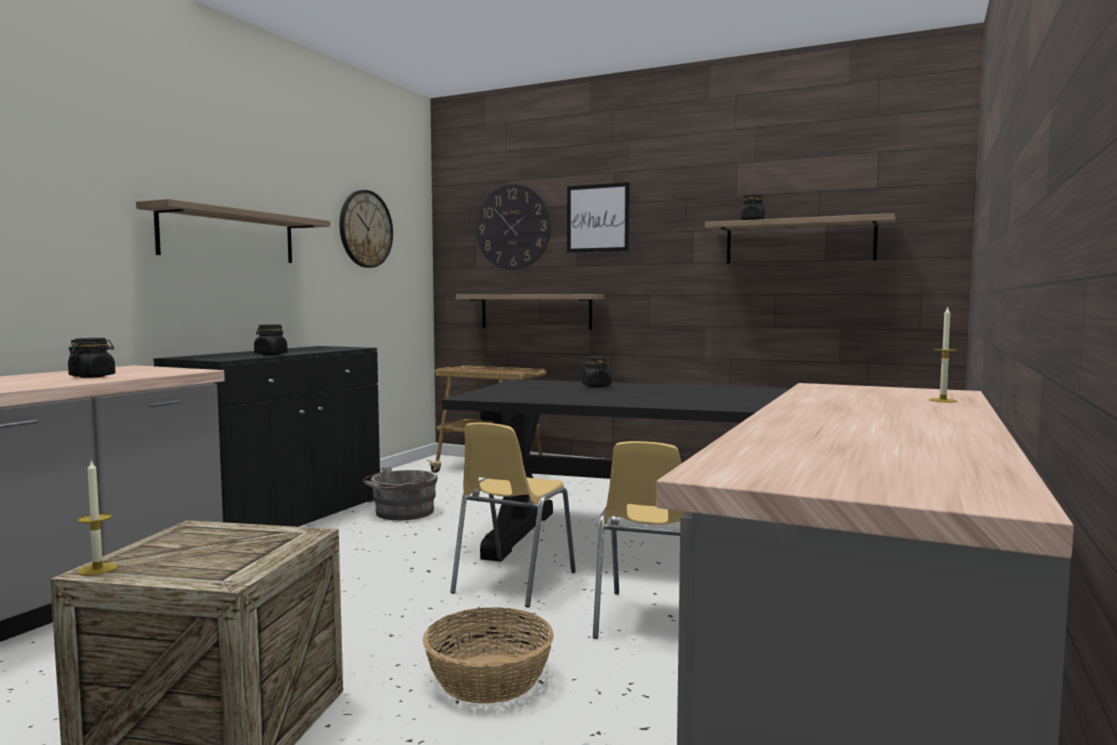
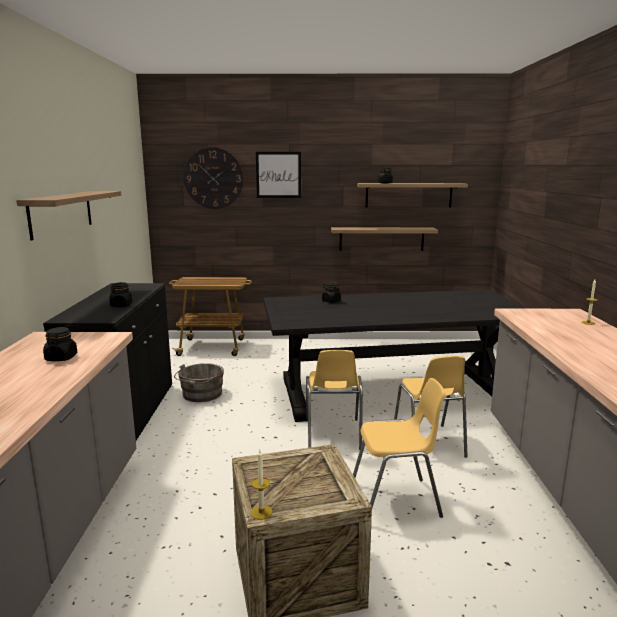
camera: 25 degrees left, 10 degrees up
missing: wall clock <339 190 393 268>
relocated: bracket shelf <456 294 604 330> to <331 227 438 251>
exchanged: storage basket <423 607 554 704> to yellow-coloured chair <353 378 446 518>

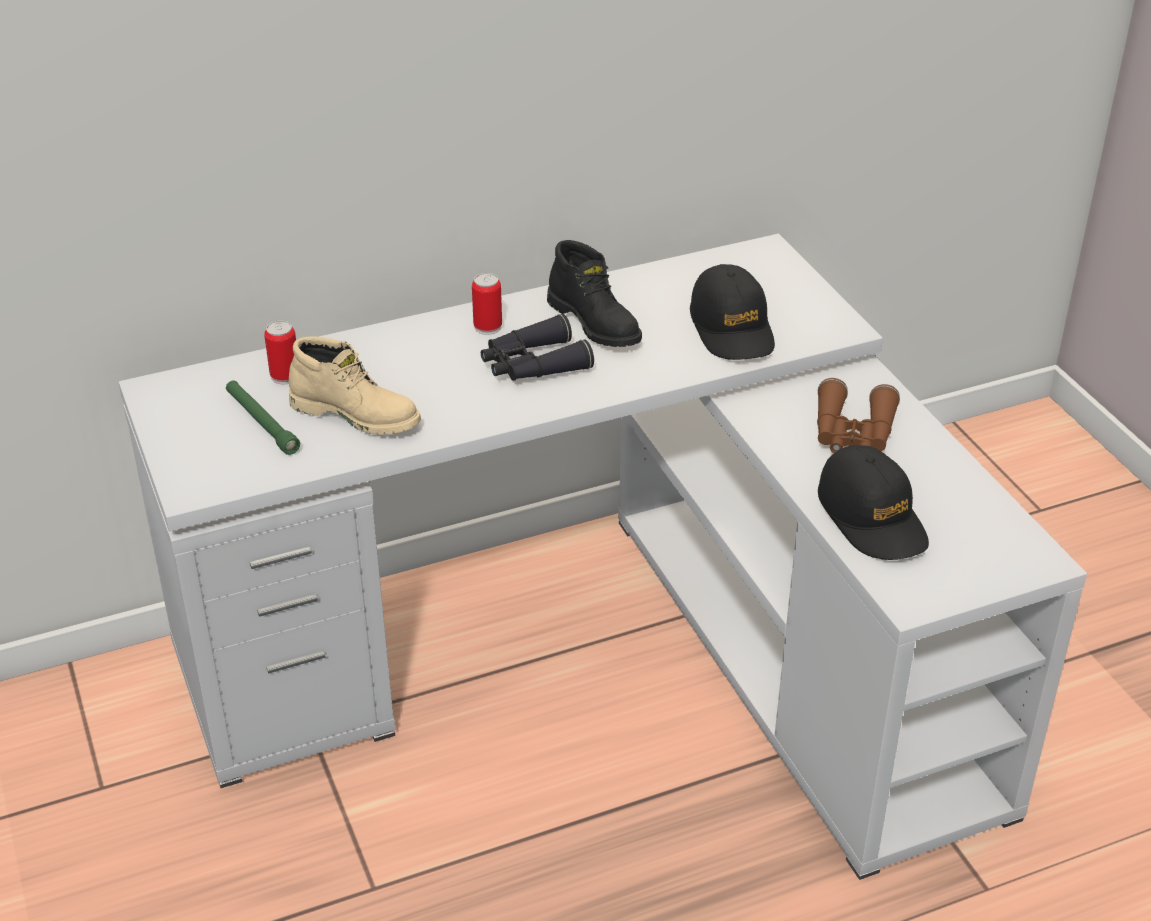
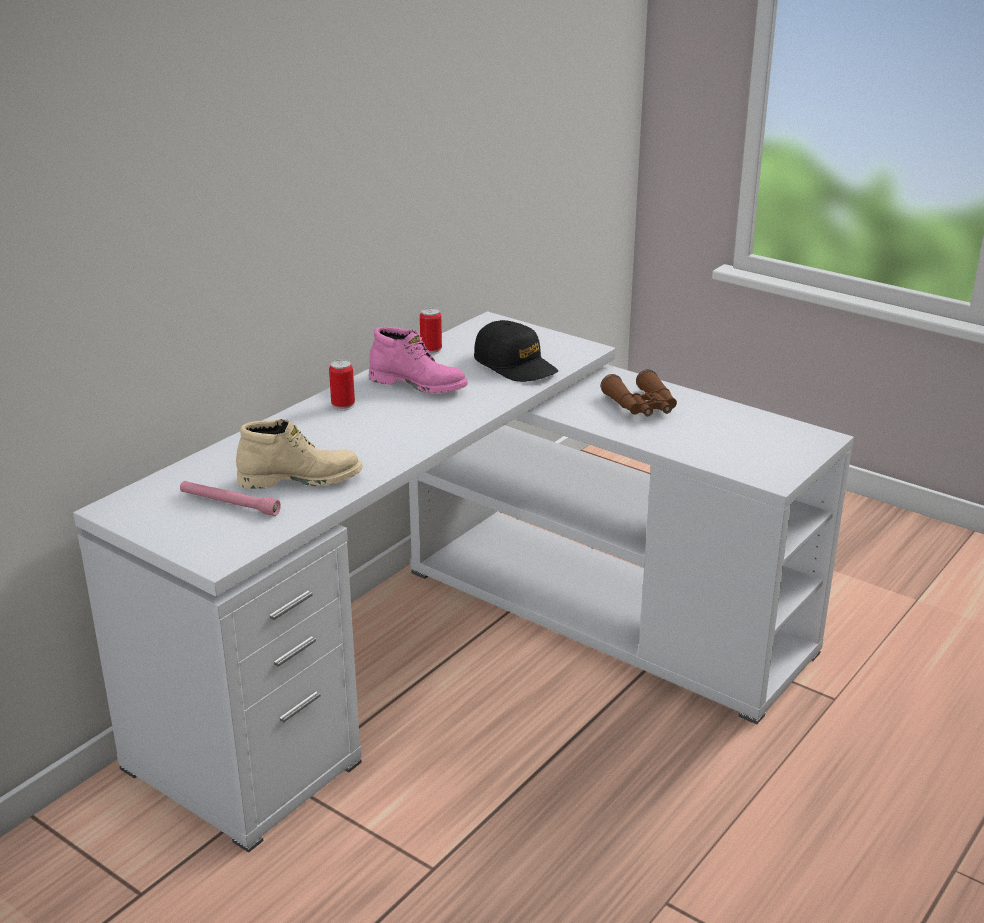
camera: 30 degrees left, 10 degrees down
missing: blackish pair of binoculars <481 314 594 381>; blackish baseball cap <818 445 929 560>
relocated: can <264 321 296 384> to <420 308 442 354>
colour: green-coloured torch <226 381 300 455> to pinkish torch <180 481 281 516>; blackish boot <547 240 642 347> to pinkish boot <369 327 468 393>

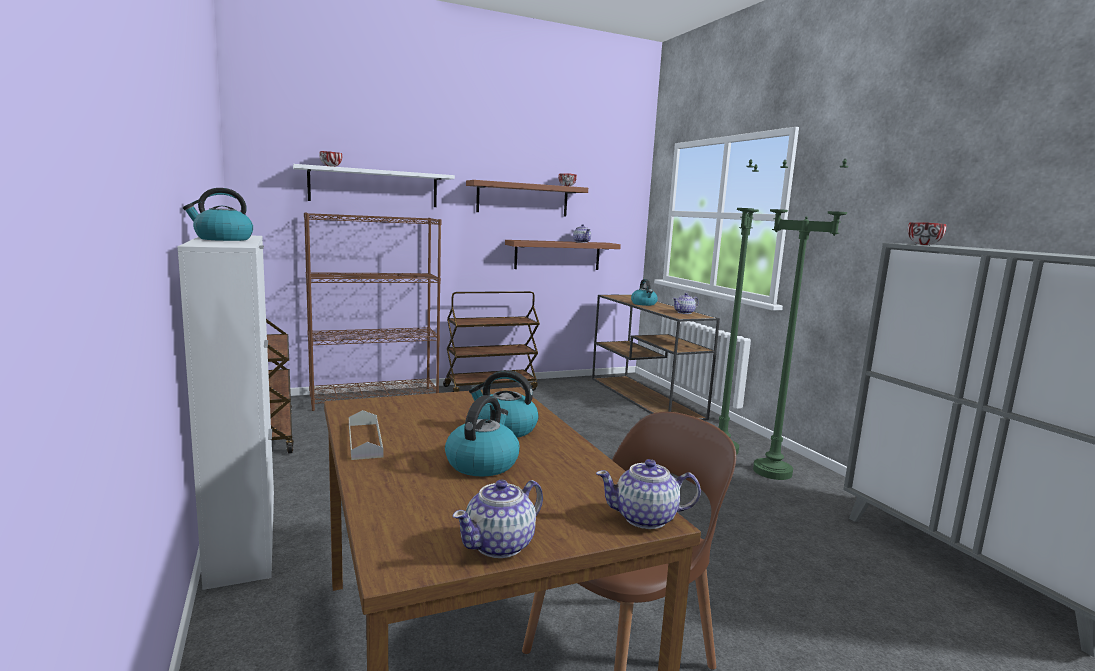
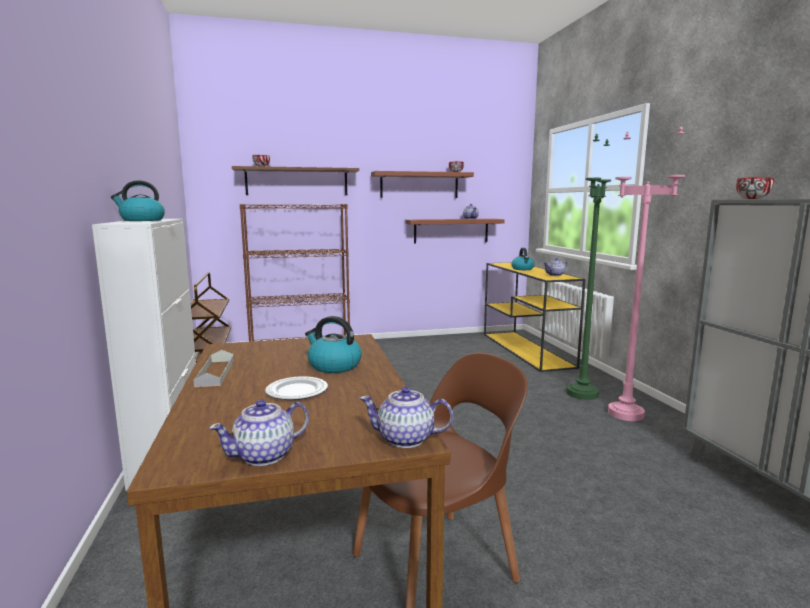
camera: 10 degrees right, 0 degrees up
missing: brownish trolley <443 291 540 392>
exchanged: tea kettle <445 395 520 476> to dinner plate <265 376 328 400>
colour: white-coloured bracket shelf <293 164 455 207> to brownish bracket shelf <232 166 359 195>; brownish narrow table <592 294 720 420> to yellow-coloured narrow table <484 262 585 372>; green-coloured standard lamp <753 159 848 480> to pinkish standard lamp <608 125 685 421>

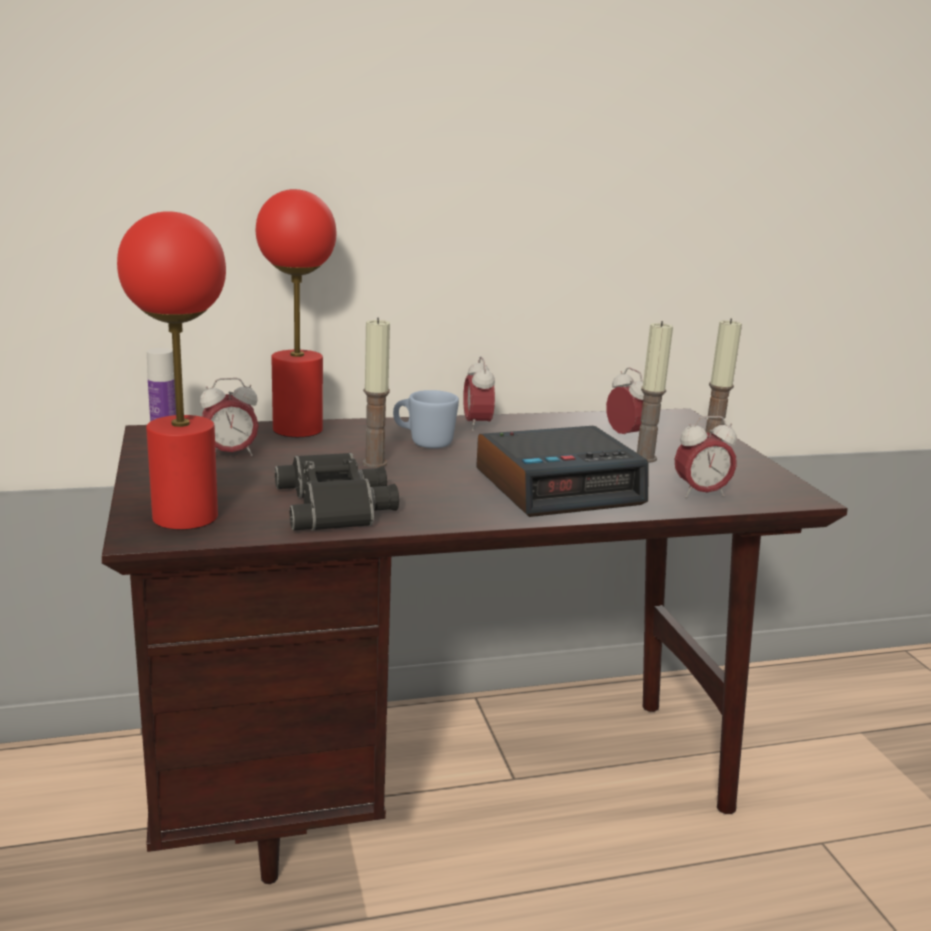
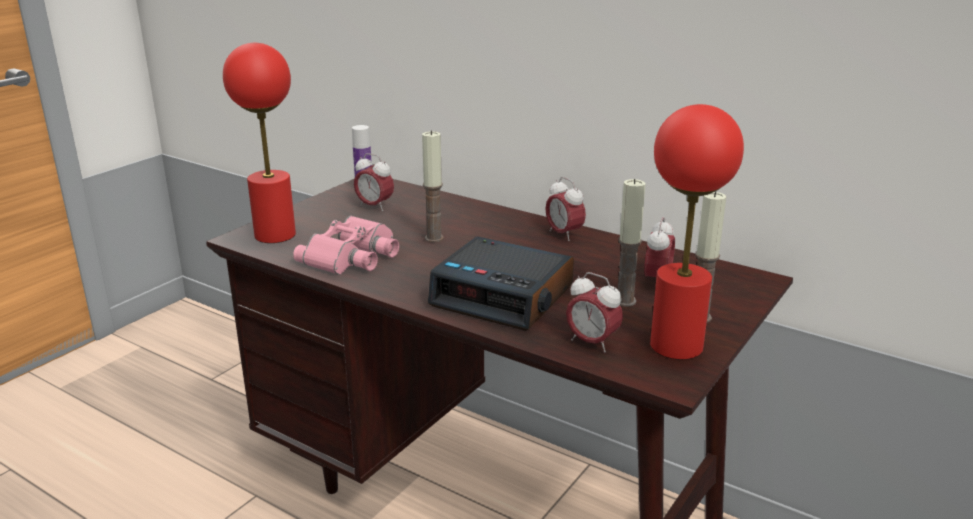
camera: 50 degrees right, 5 degrees up
missing: bluish tea mug <393 390 459 448>
relocated: red-coloured lamp for a table <256 189 336 437> to <650 104 744 360>
colour: blackish pair of binoculars <275 453 399 531> to pinkish pair of binoculars <293 216 399 275>
spun: bedside clock <463 356 495 431> = <545 177 586 241> 75 degrees counterclockwise

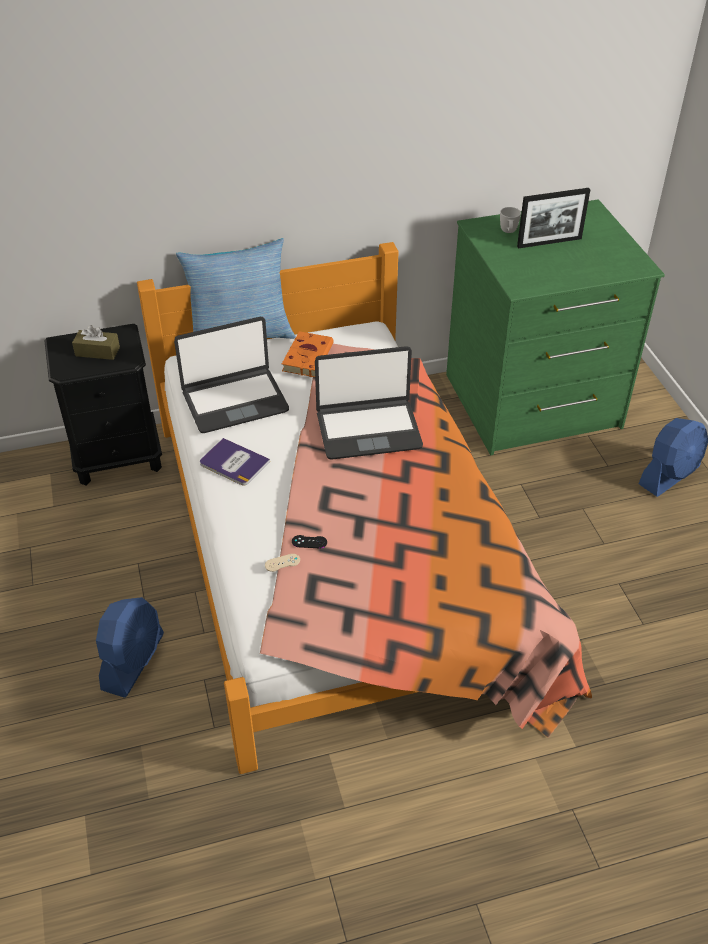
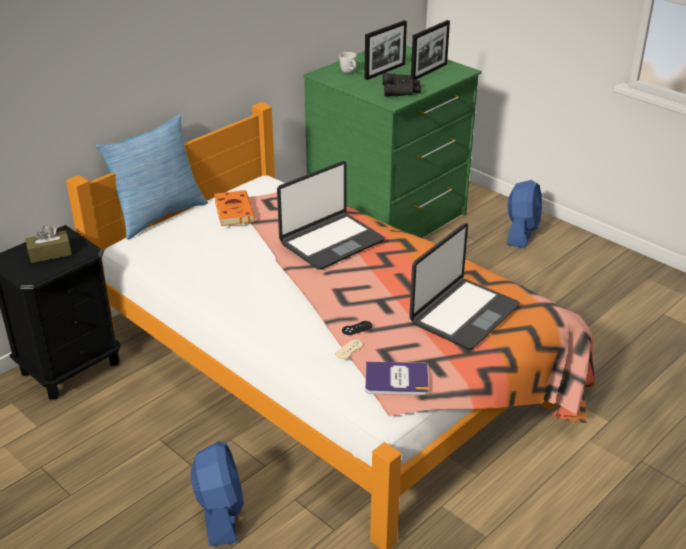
camera: 30 degrees left, 10 degrees down
appeared: blackish pair of binoculars <382 73 421 97>; picture frame <411 20 450 80>
relocated: book <200 438 270 485> to <365 361 429 395>; laptop <174 317 289 433> to <409 223 520 350>

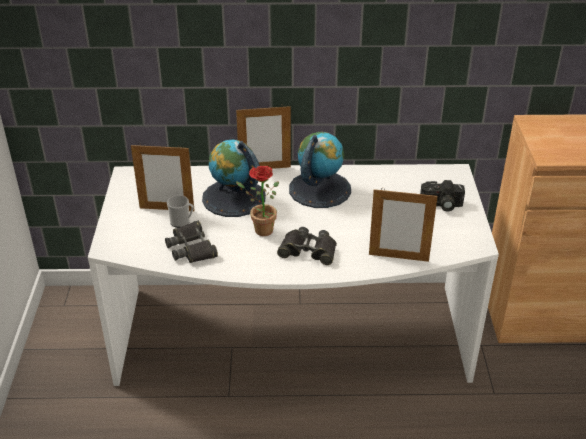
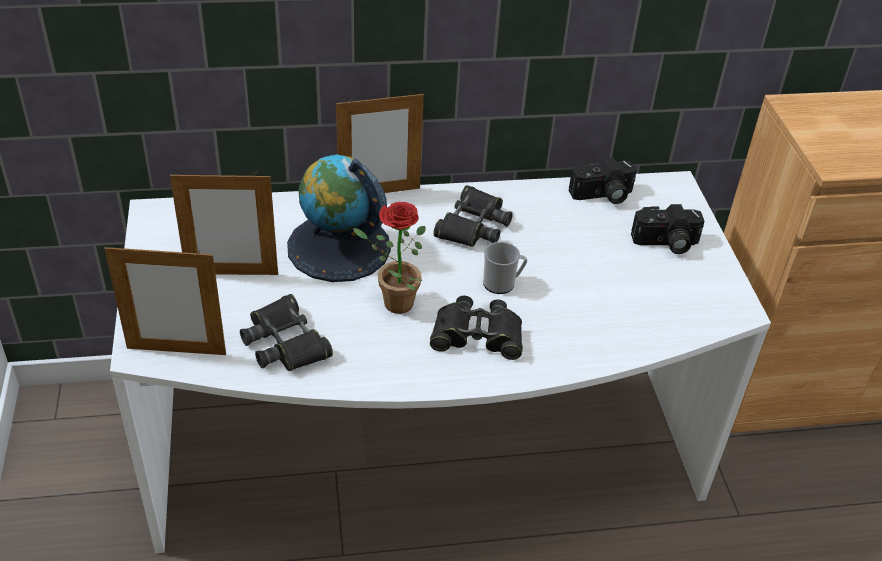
camera: 10 degrees left, 5 degrees up
appeared: photo camera <569 157 637 204>
relocated: picture frame <369 188 438 262> to <104 244 226 355>; tea mug <167 195 194 228> to <483 242 527 294>
exchanged: world globe <289 132 351 208> to blackish pair of binoculars <434 185 513 247>

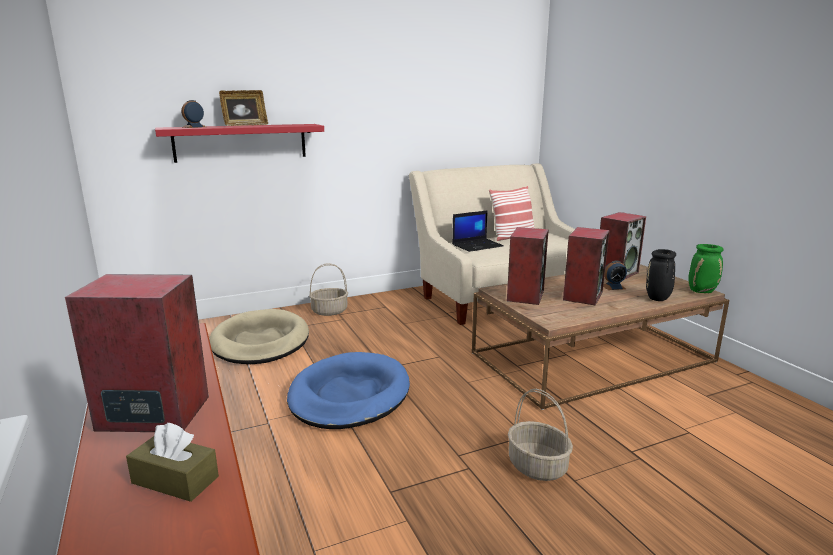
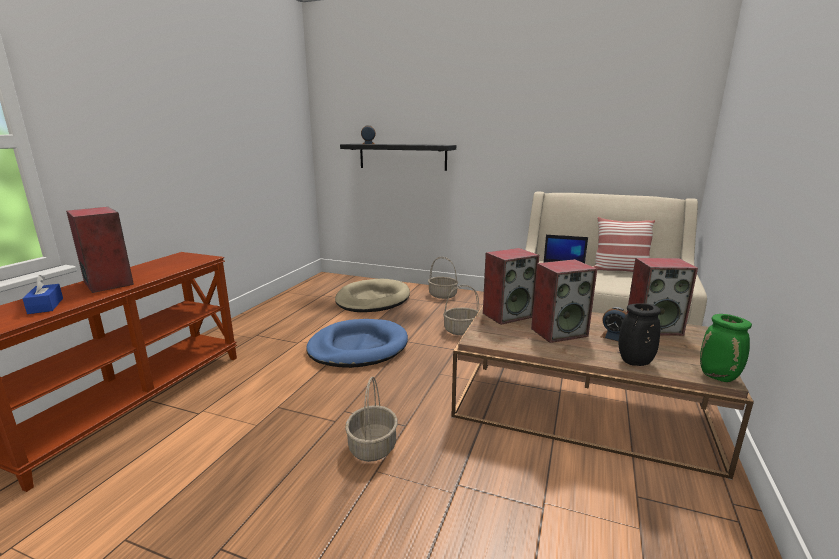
camera: 45 degrees right, 0 degrees up
missing: picture frame <219 90 268 126>
appeared: storage basket <443 285 479 335>
colour: brownish tissue holder <126 423 219 502> to bluish tissue holder <22 275 63 314>; red-coloured bracket shelf <155 124 324 163> to blackish bracket shelf <340 144 456 171>

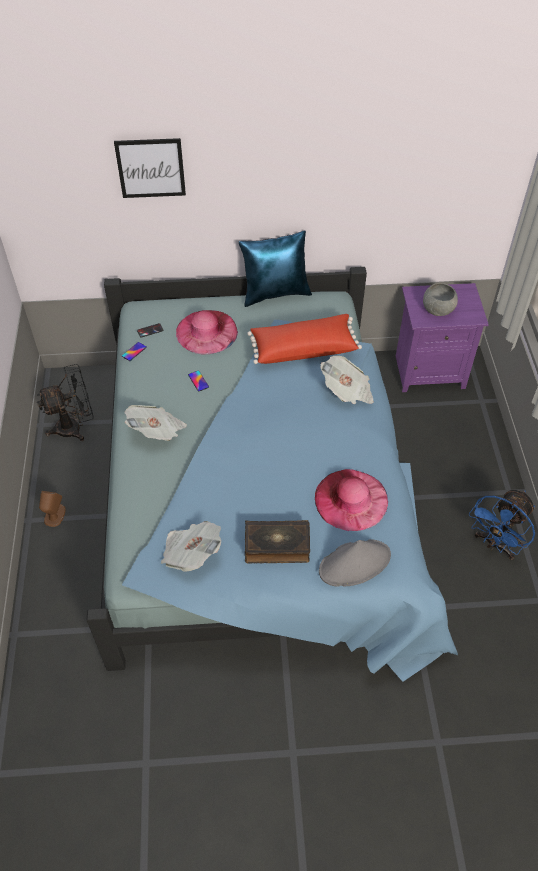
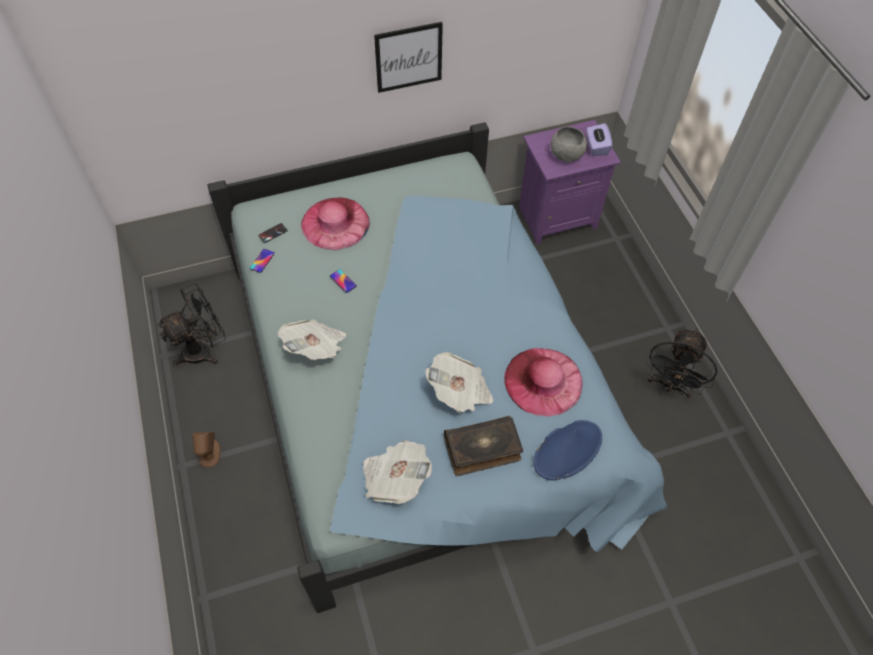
camera: 15 degrees left, 5 degrees up
missing: bluish throw pillow <239 230 312 307>; red-coloured throw pillow <247 314 362 364>
appeared: purple-coloured tissue holder <587 123 612 156>
relocated: wall picture <114 138 186 198> to <374 22 443 93>; daily paper <321 356 374 404> to <425 352 494 413>
colour: gray wearable hat <319 539 391 587> to bluish wearable hat <534 420 602 480>; bluish electric fan <469 490 535 560> to blackish electric fan <646 329 718 398>

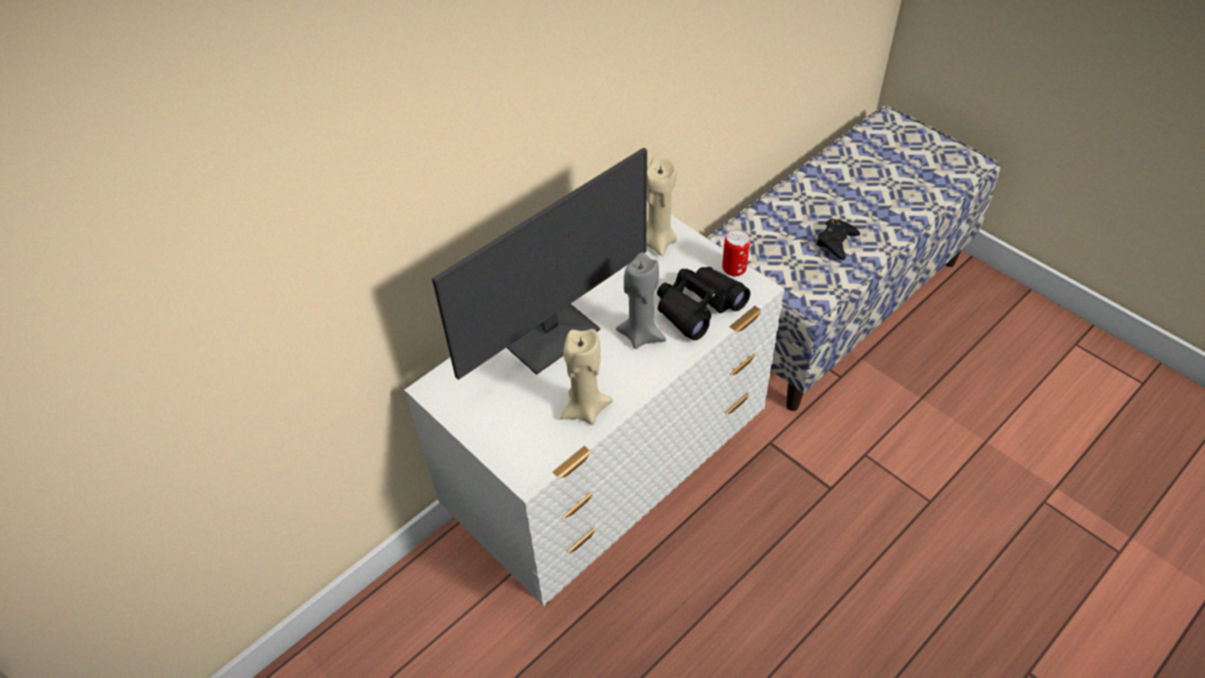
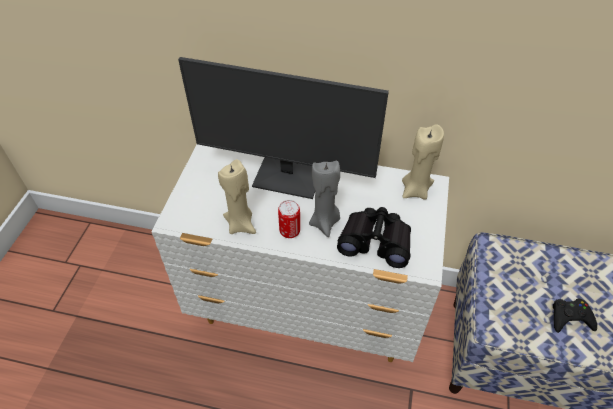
camera: 55 degrees right, 0 degrees up
relocated: can <722 229 750 276> to <278 200 300 238>

